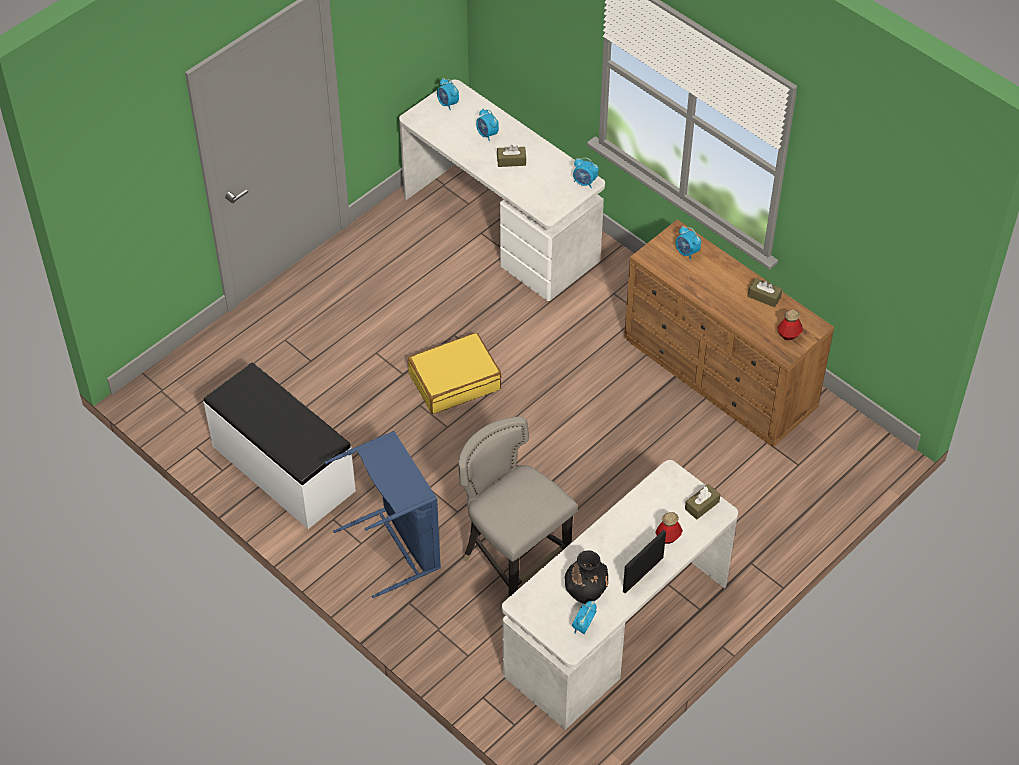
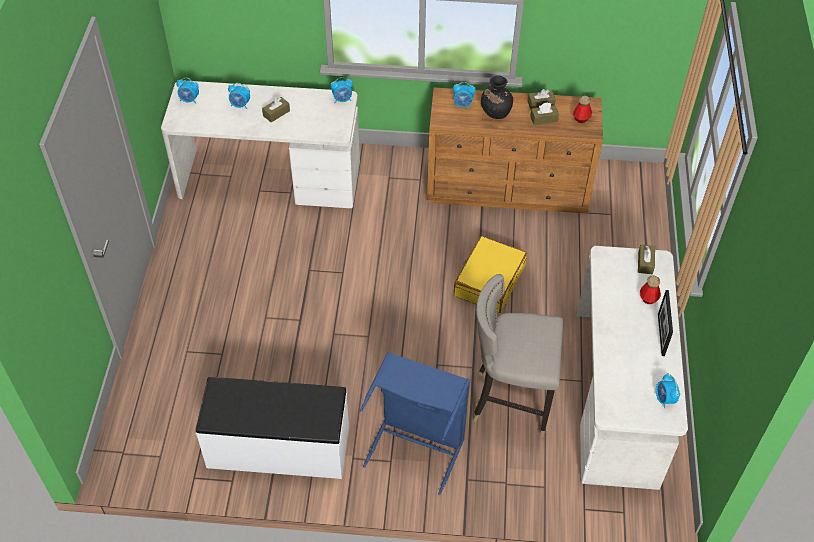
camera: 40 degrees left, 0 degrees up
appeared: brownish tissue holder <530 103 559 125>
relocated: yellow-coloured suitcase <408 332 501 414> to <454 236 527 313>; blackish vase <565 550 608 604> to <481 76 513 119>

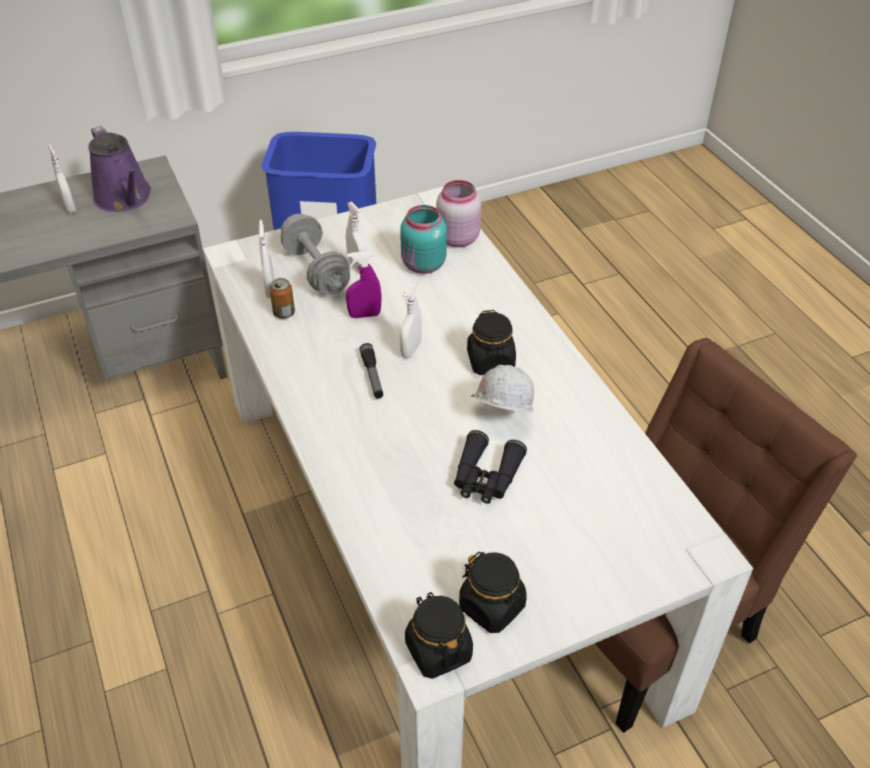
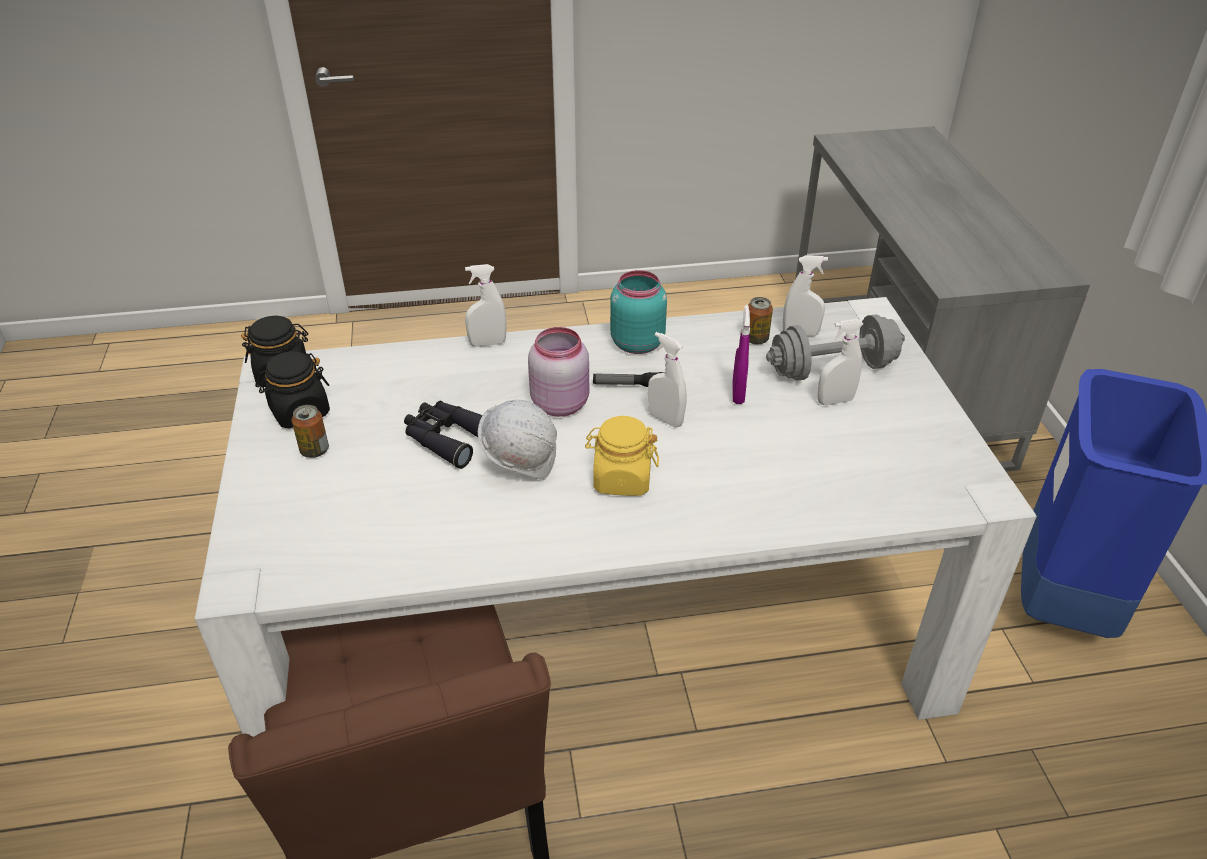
camera: 105 degrees right, 5 degrees down
missing: purple-coloured watering can <88 125 151 212>
appeared: can <292 405 329 458>
relocated: white-coloured sprayer <48 144 76 213> to <465 264 506 347>; pinkish jar <436 180 481 247> to <528 327 589 417>; turquoise-coloured jar <400 205 447 274> to <610 270 667 354>
colour: blackish jar <467 310 516 375> to yellow-coloured jar <585 416 659 496>

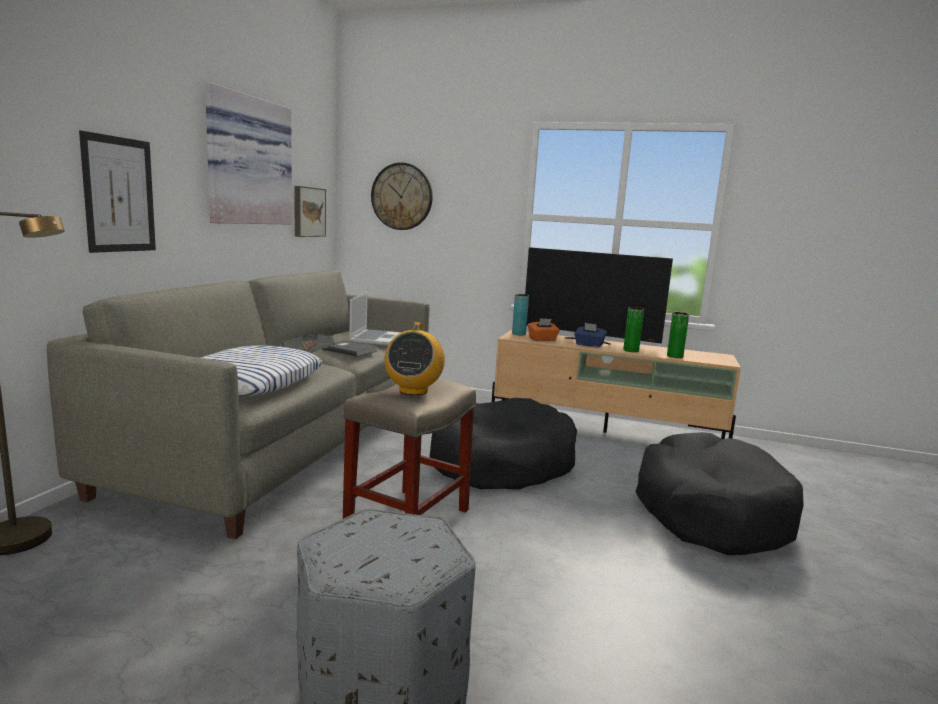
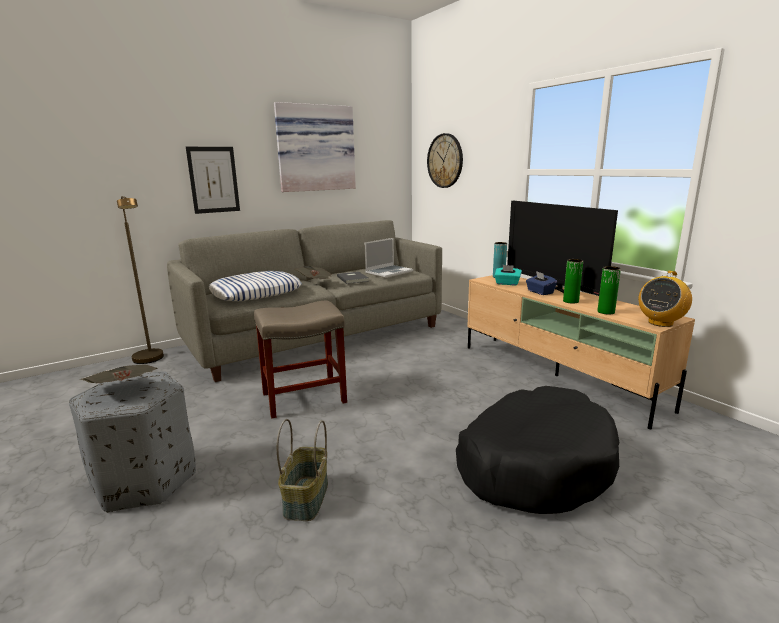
camera: 40 degrees right, 5 degrees up
missing: wall picture <294 186 326 237>; blackish dog bed <429 398 577 490>
appeared: daily paper <79 365 157 383>; storage basket <277 419 328 521>
relocated: radio receiver <384 322 445 395> to <638 271 692 327>
colour: orange-coloured tissue holder <528 319 560 341> to turquoise-coloured tissue holder <494 265 522 285>

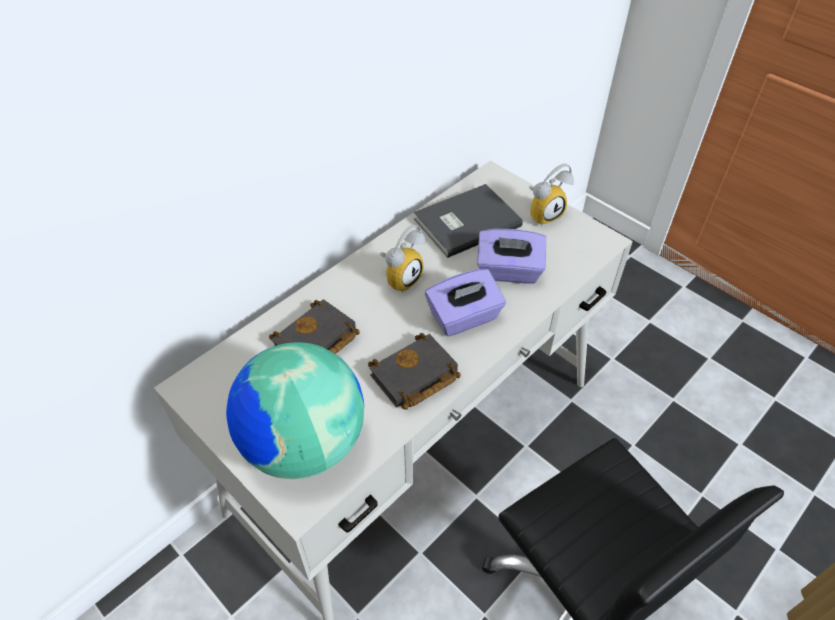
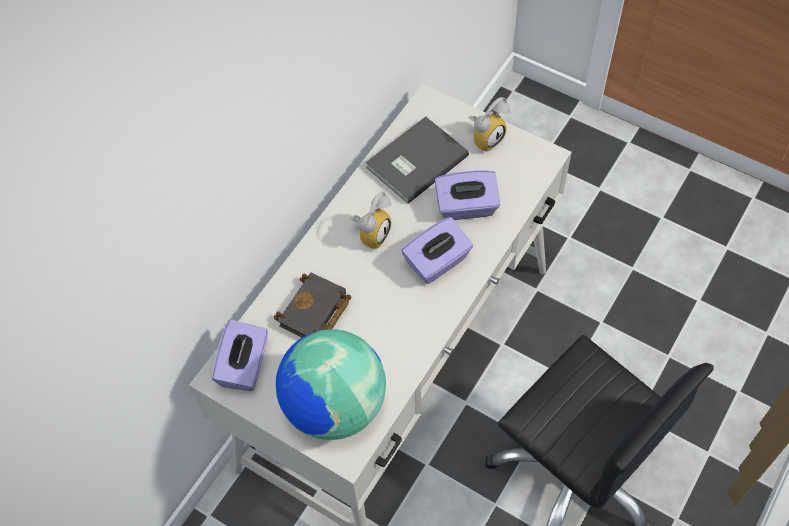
camera: 10 degrees left, 10 degrees up
missing: blackish book <368 333 461 410>
appeared: purple-coloured tissue holder <212 319 268 391>

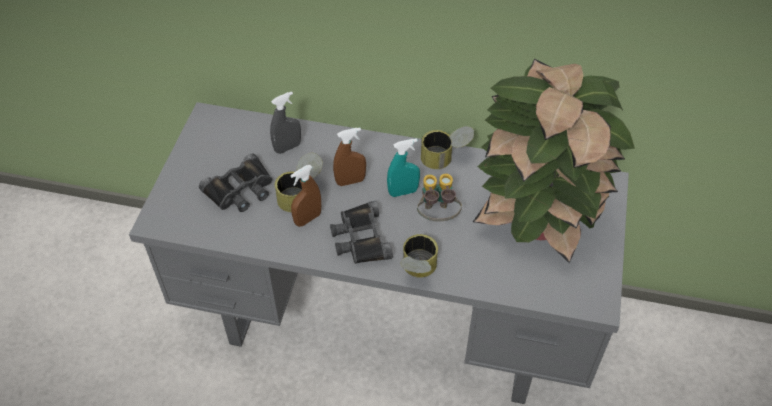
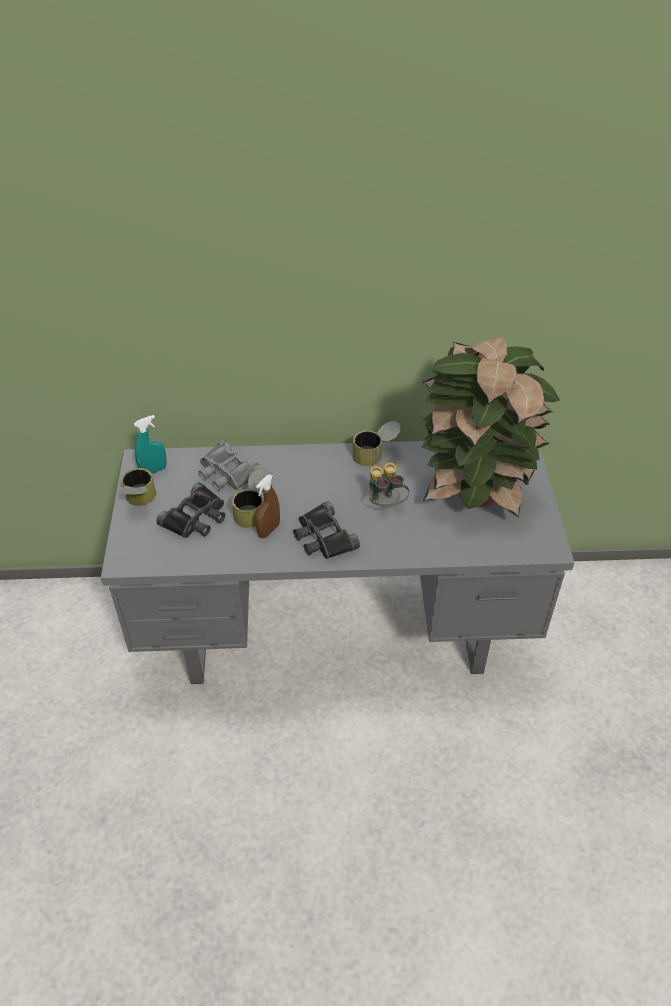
camera: 15 degrees left, 5 degrees down
missing: brownish sprayer <333 128 366 186>
relocated: can <400 234 438 278> to <120 468 156 506>; turquoise-coloured sprayer <387 138 420 197> to <134 415 167 474>
exchanged: gray sprayer <270 91 301 154> to gray pair of binoculars <199 440 262 491>

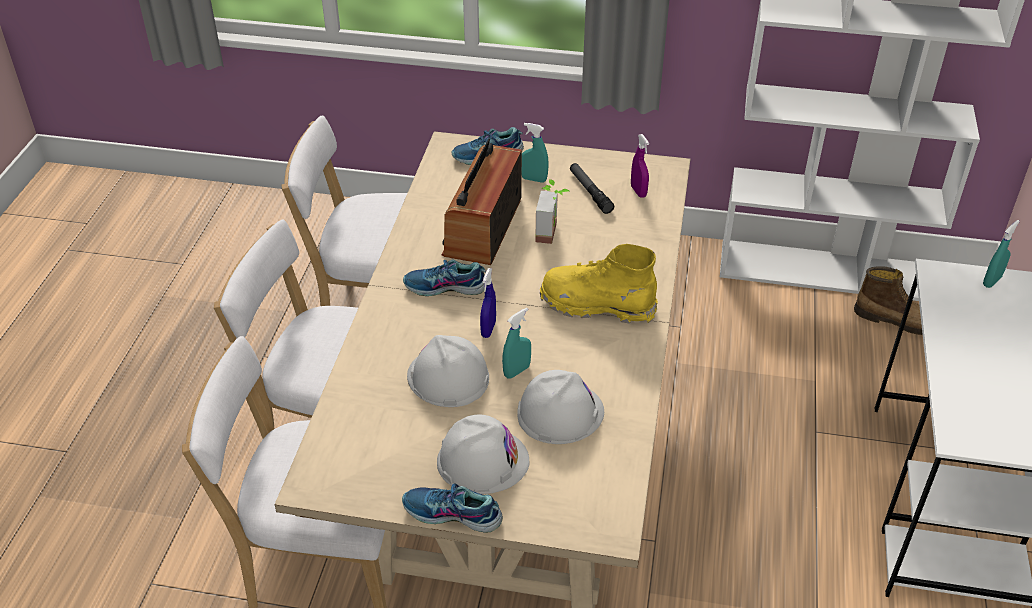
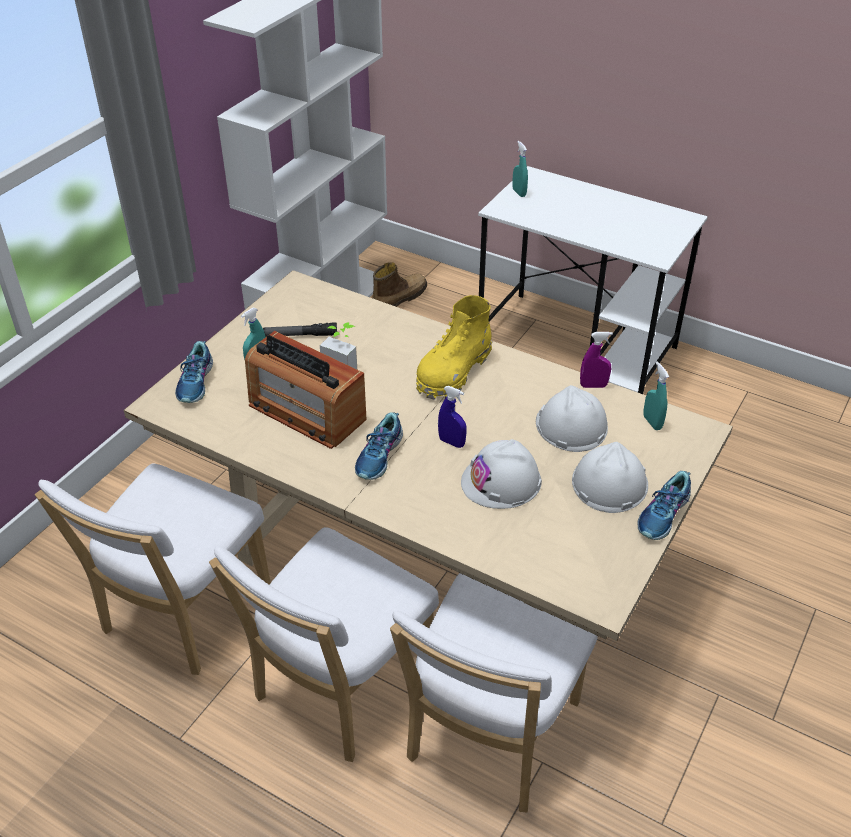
camera: 70 degrees left, 0 degrees up
relocated: purple-coloured sprayer <631 134 649 198> to <580 332 613 388>; turquoise-coloured sprayer <502 308 531 379> to <644 362 669 430>

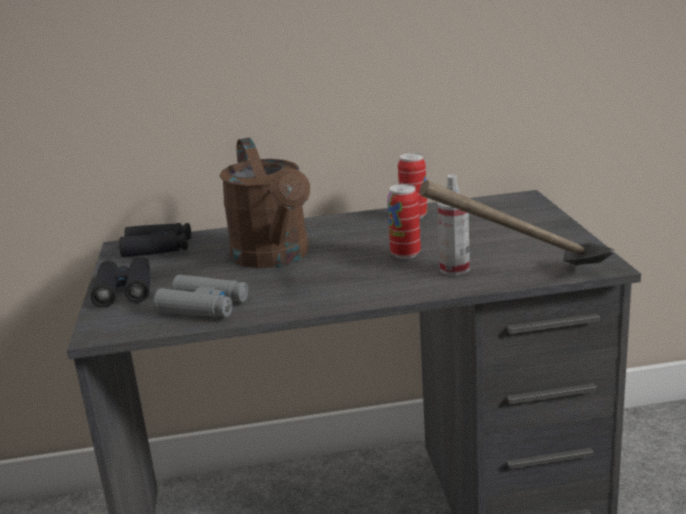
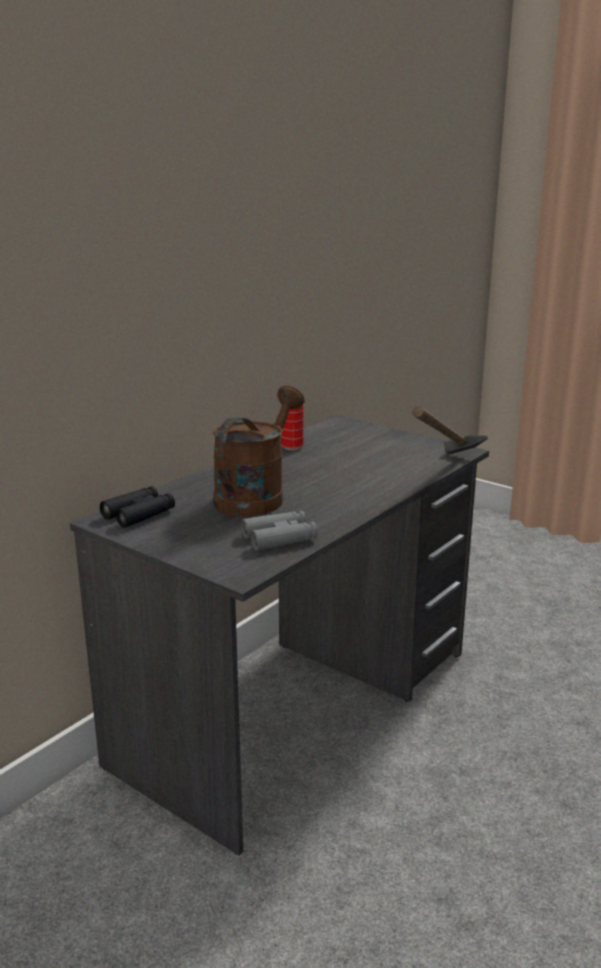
camera: 45 degrees left, 0 degrees up
missing: blackish pair of binoculars <91 256 150 307>; can <387 184 421 259>; sprayer <437 175 470 276>
spun: brownish watering can <219 138 310 268> = <213 386 304 517> 90 degrees counterclockwise

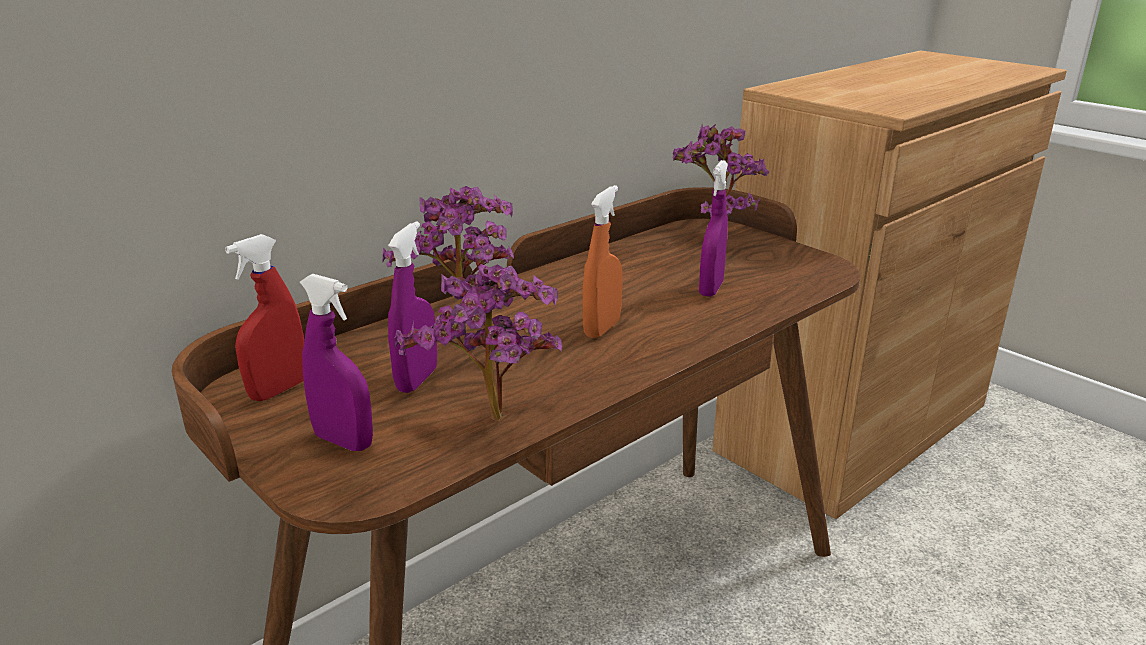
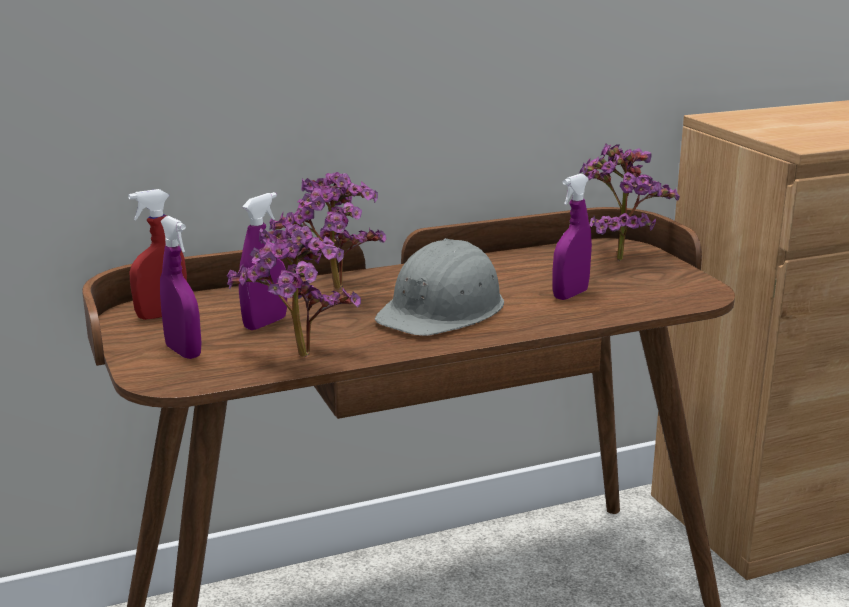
camera: 20 degrees right, 5 degrees down
exchanged: orange-coloured sprayer <583 185 622 338> to gray safety helmet <375 238 504 336>

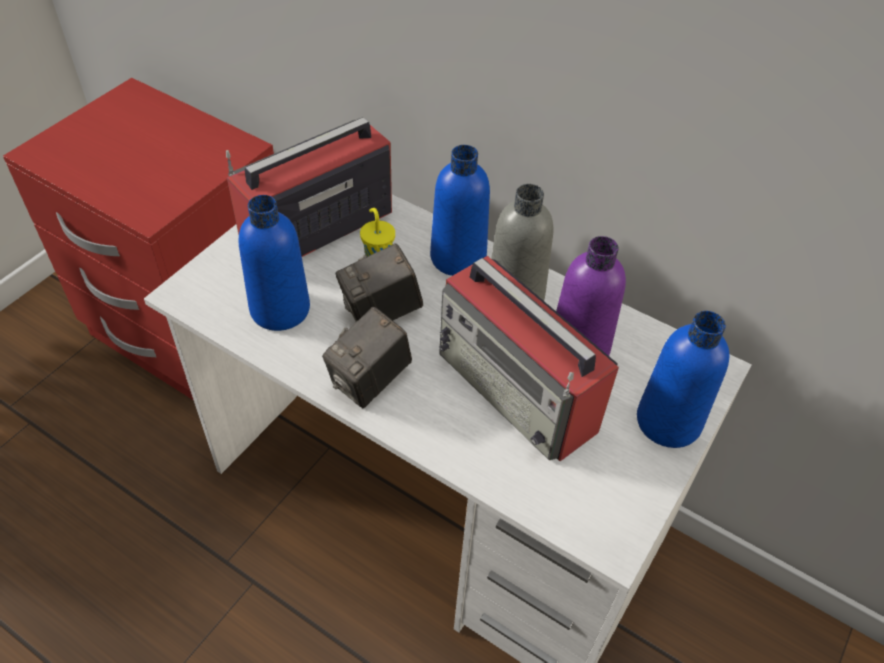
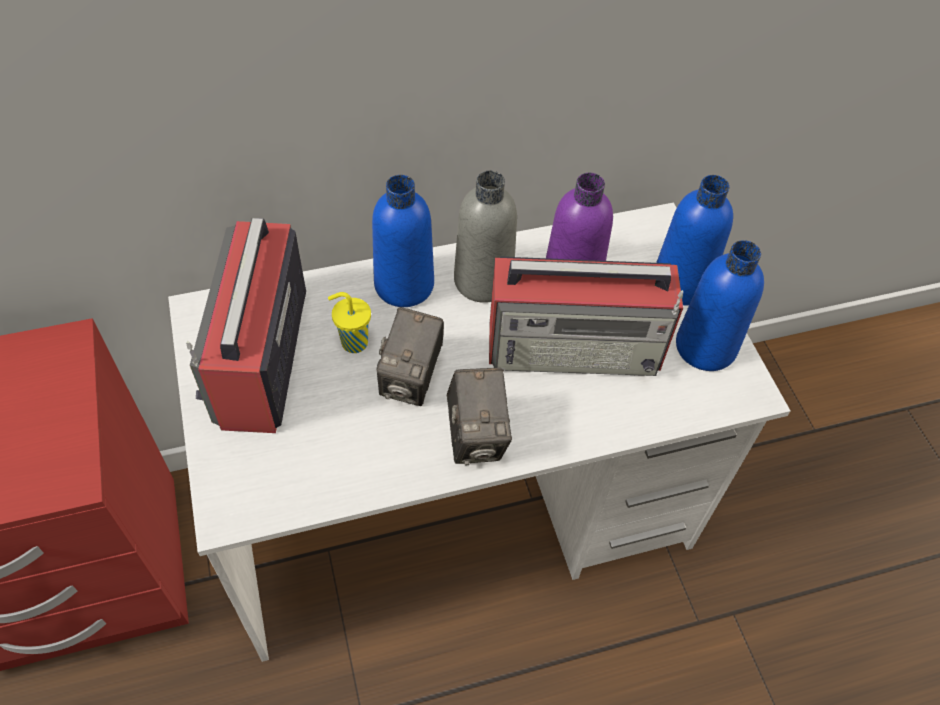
camera: 50 degrees left, 5 degrees up
relocated: bluish beverage bottle <239 195 310 331> to <676 240 764 371>

